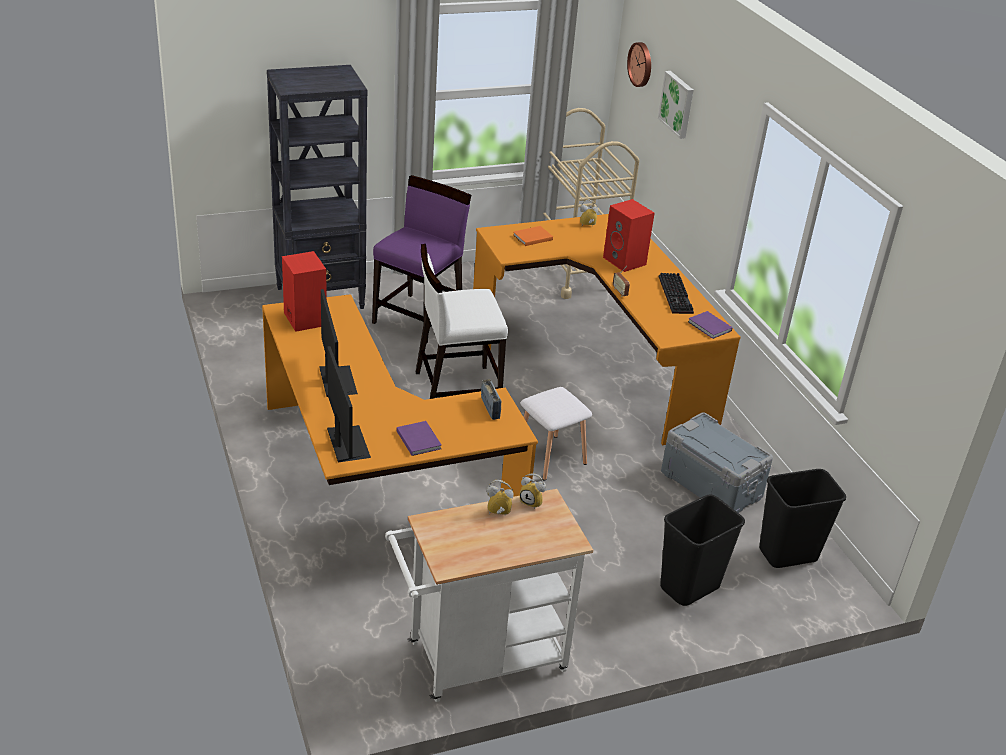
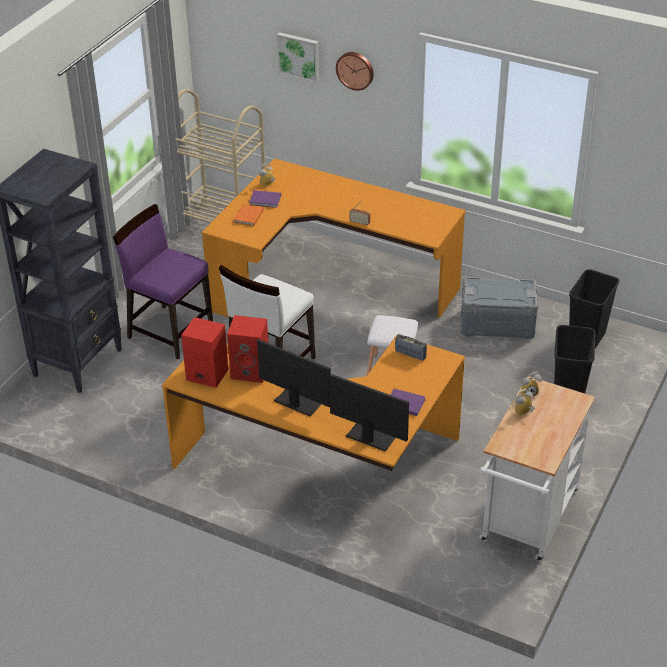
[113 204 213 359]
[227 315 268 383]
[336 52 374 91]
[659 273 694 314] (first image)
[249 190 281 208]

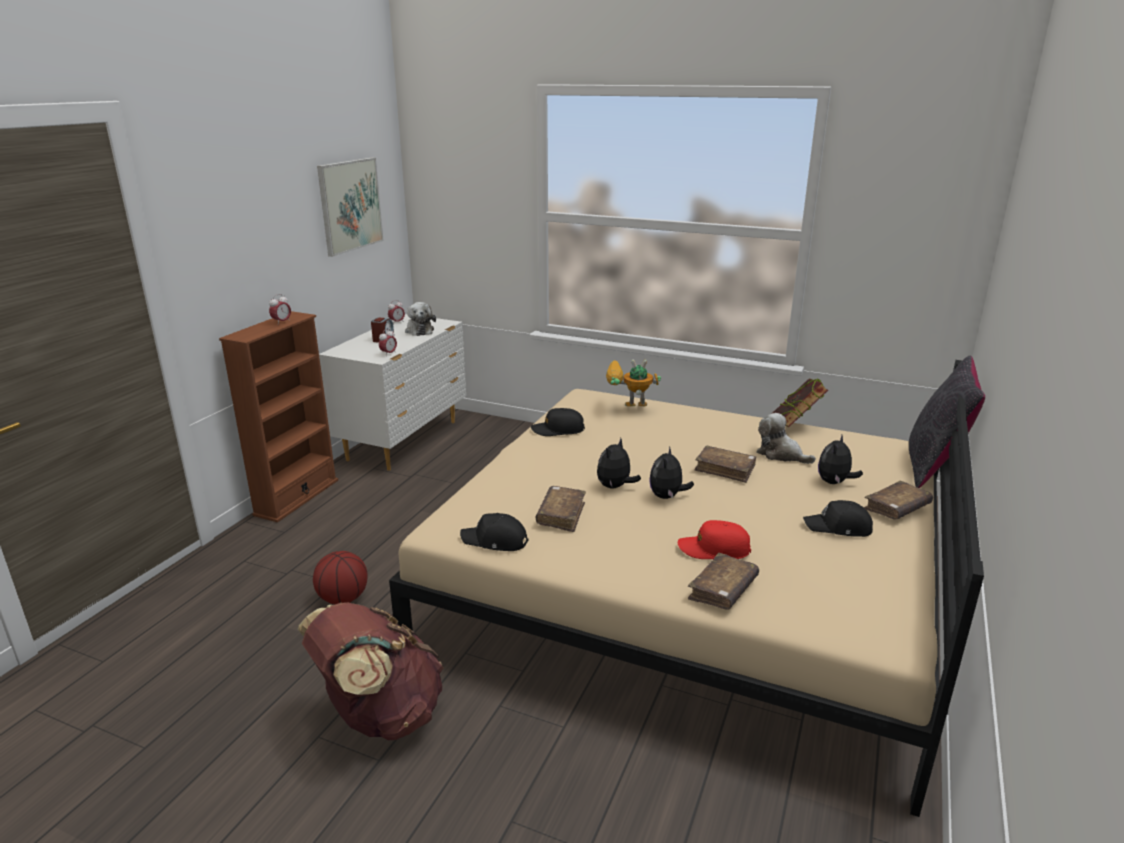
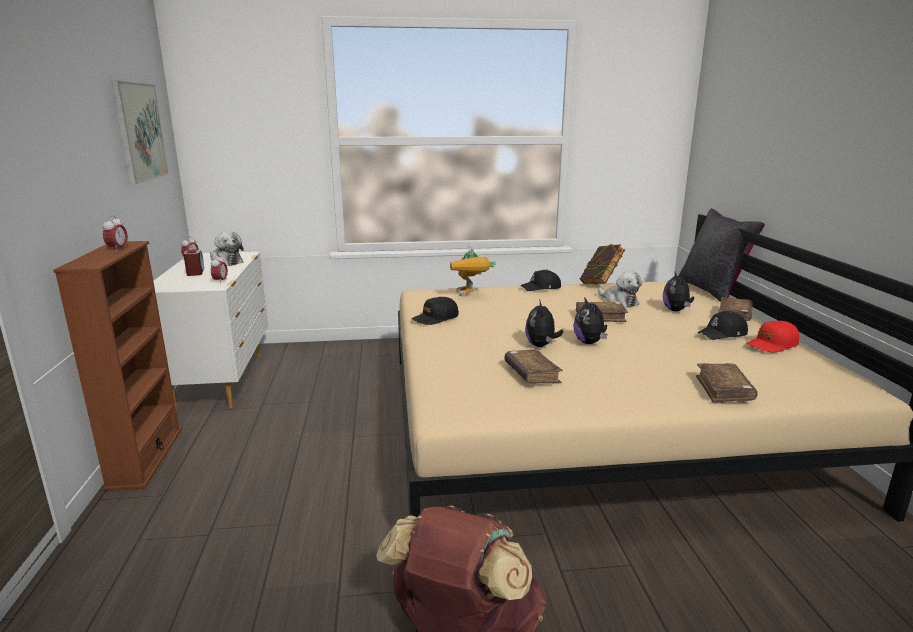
[313 551 368 604] (first image)
[520 270 561 291]
[450 245 496 297]
[746 321 799 352]
[598 271 642 307]

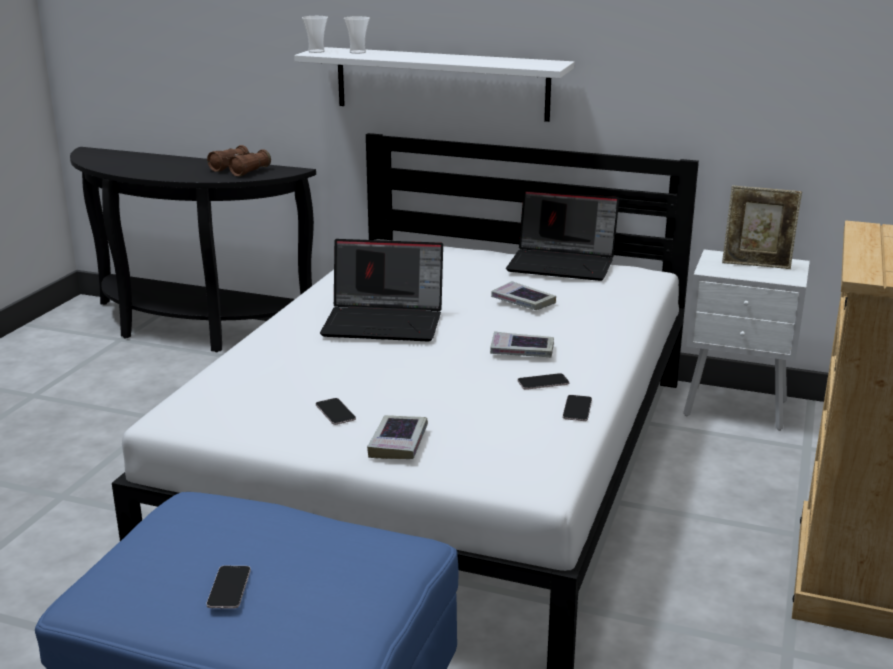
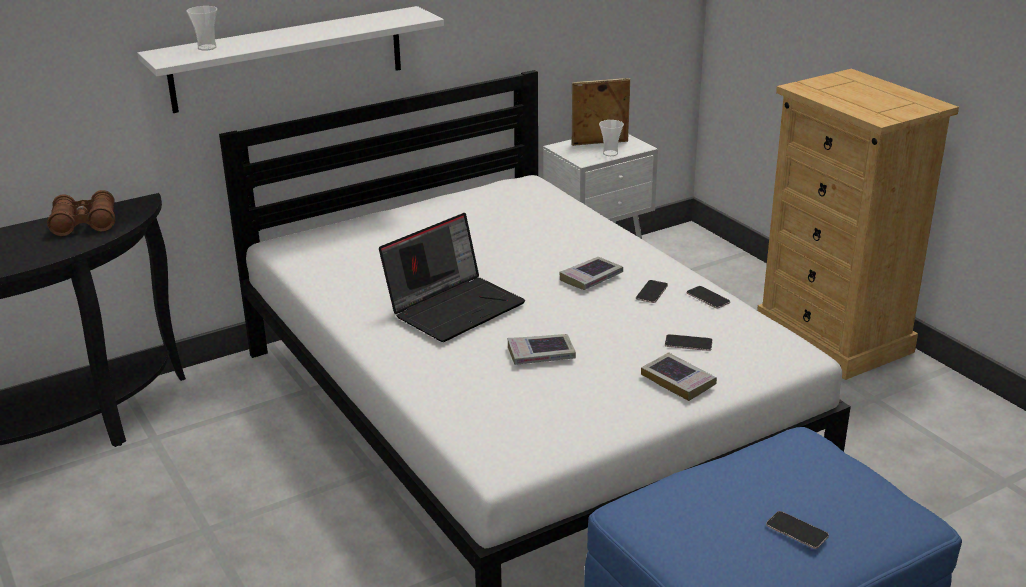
[599 120 624 156]
[665 334 713 351]
[507 334 576 365]
[506 190 619 281] (first image)
[571 78 630 146]

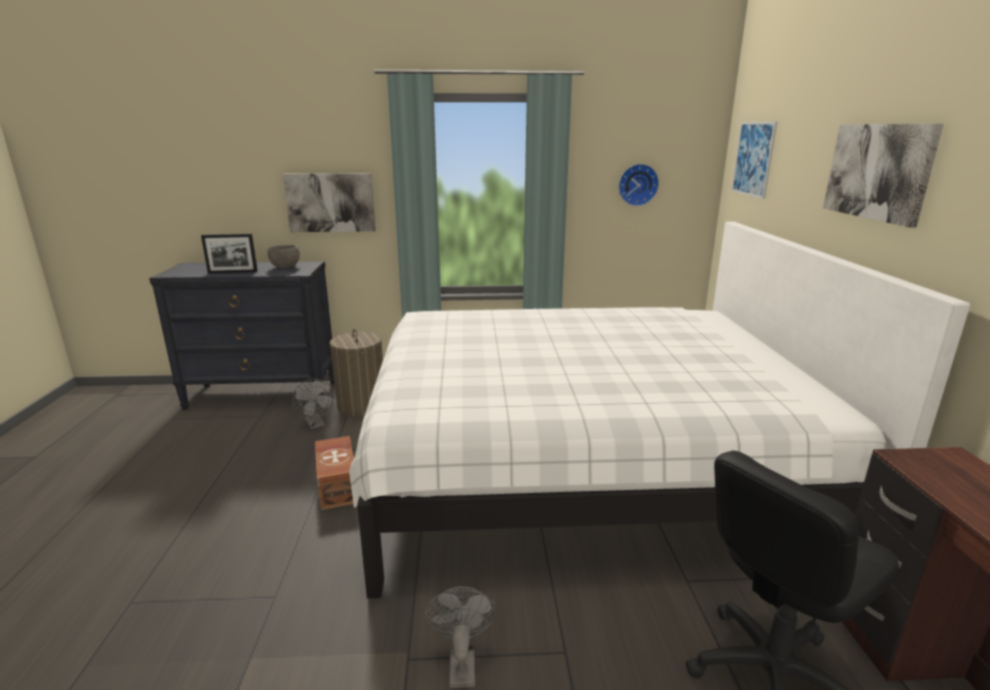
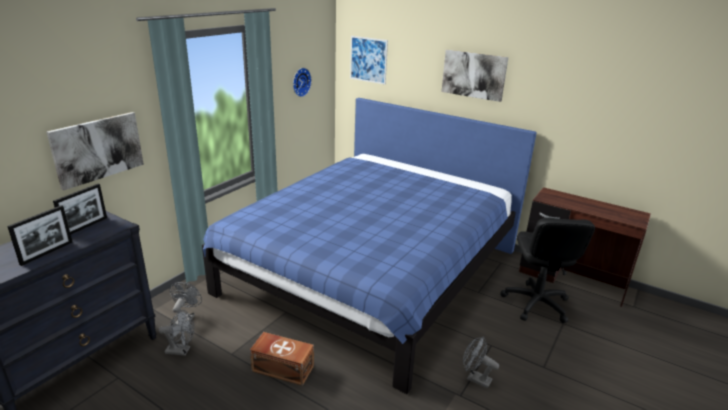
[53 184 107 234]
[170 282 202 325]
[202 98 537 394]

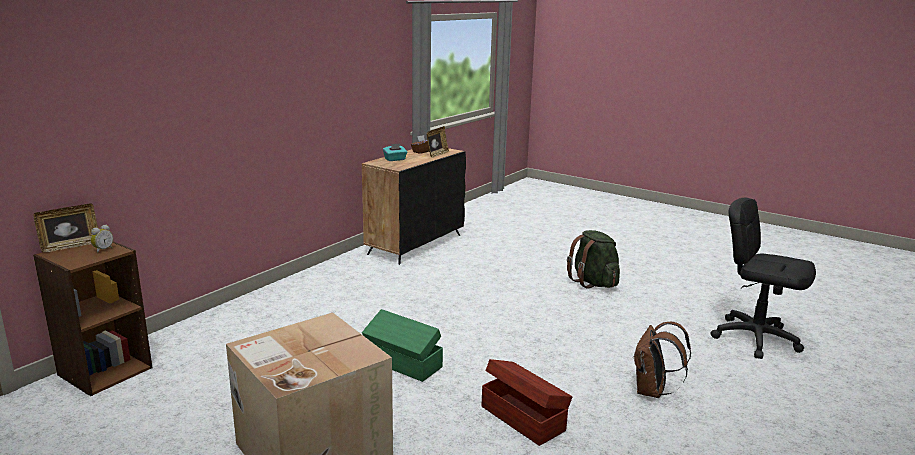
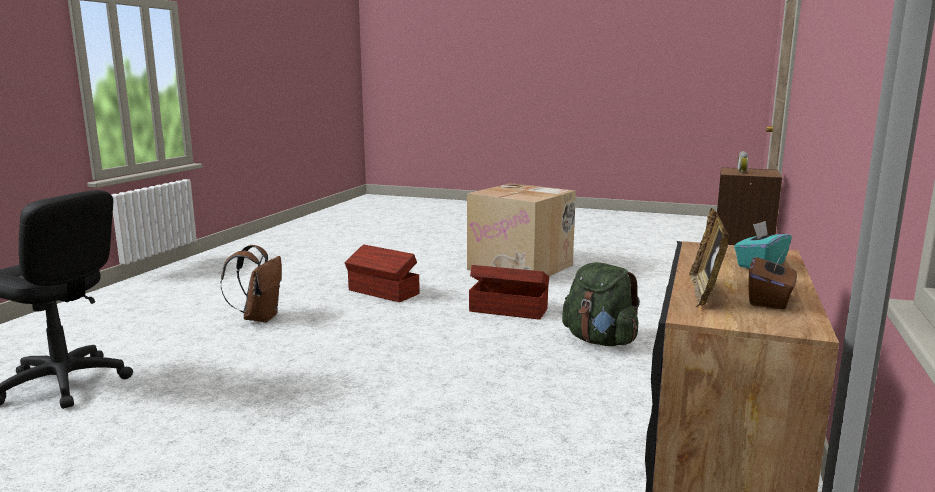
[33 204 98 252] (first image)
[469 265 549 320]
[562 262 640 346]

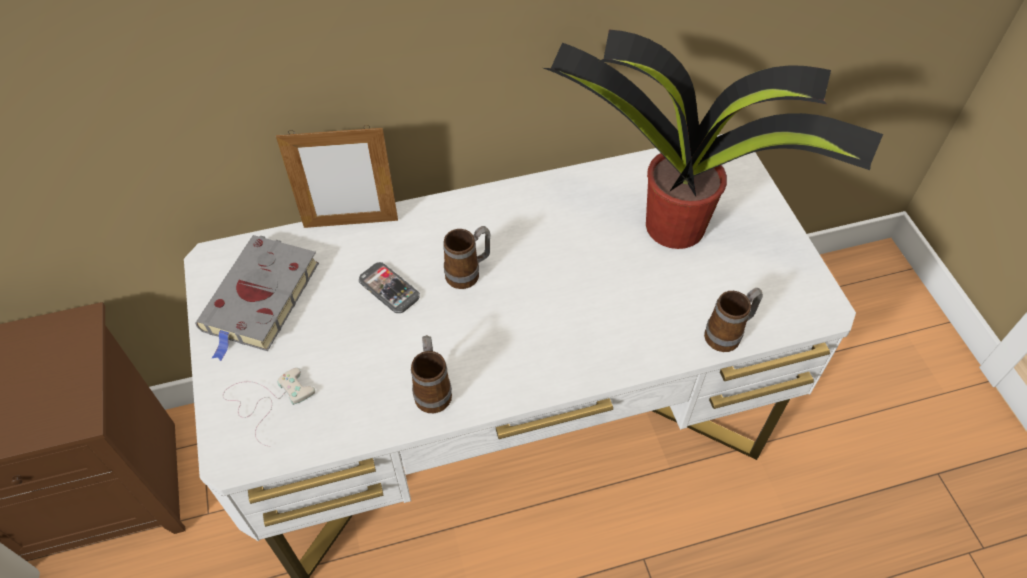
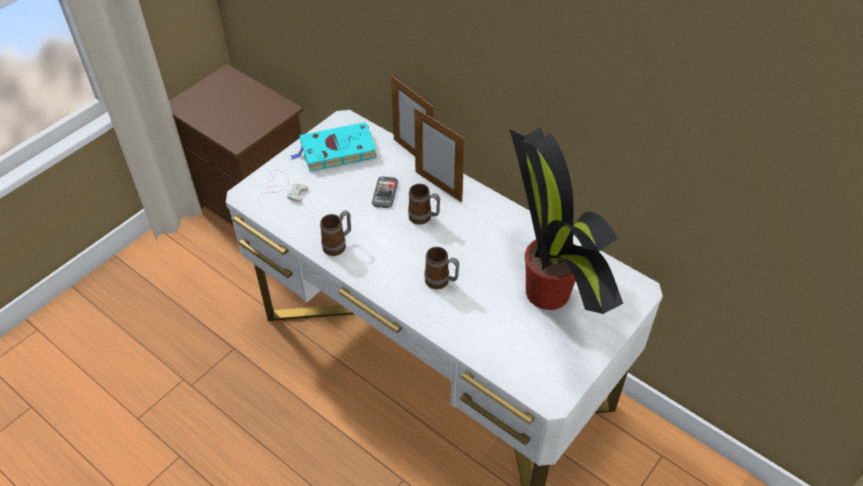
[291 122 377 172]
[425 247 460 289]
[414 108 465 203]

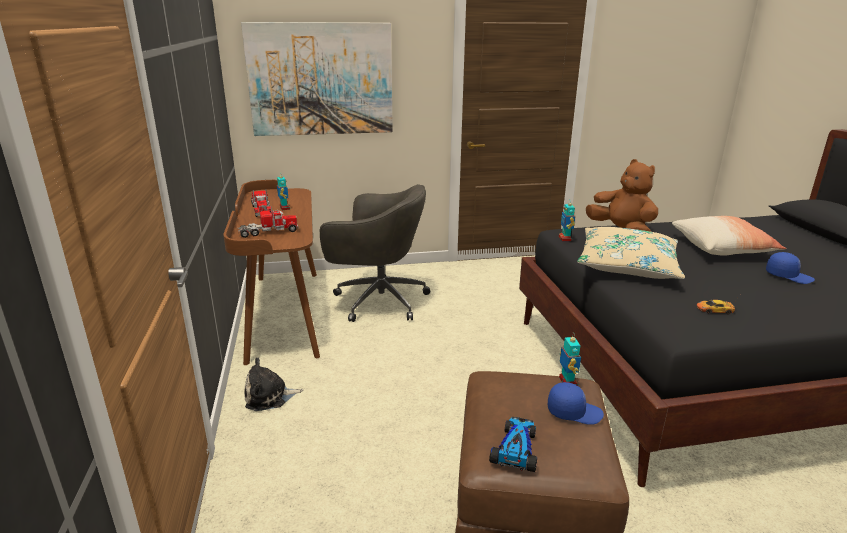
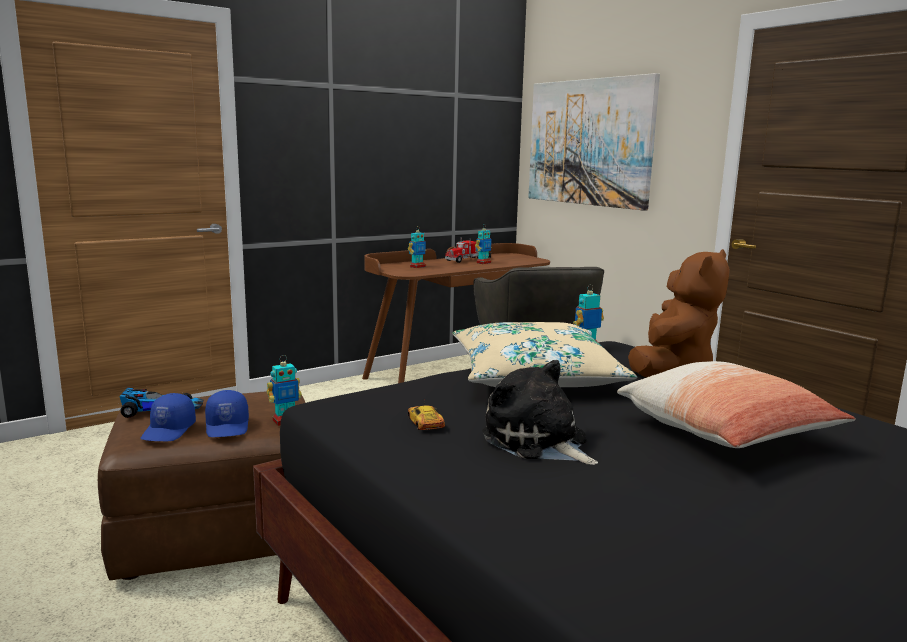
[408 226 426 268]
[482 360 598 465]
[141 393 196 441]

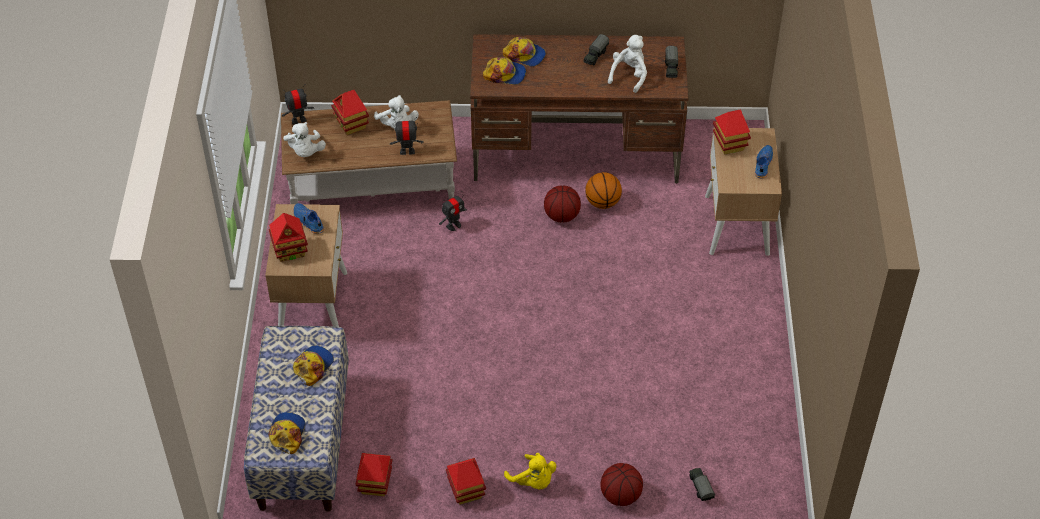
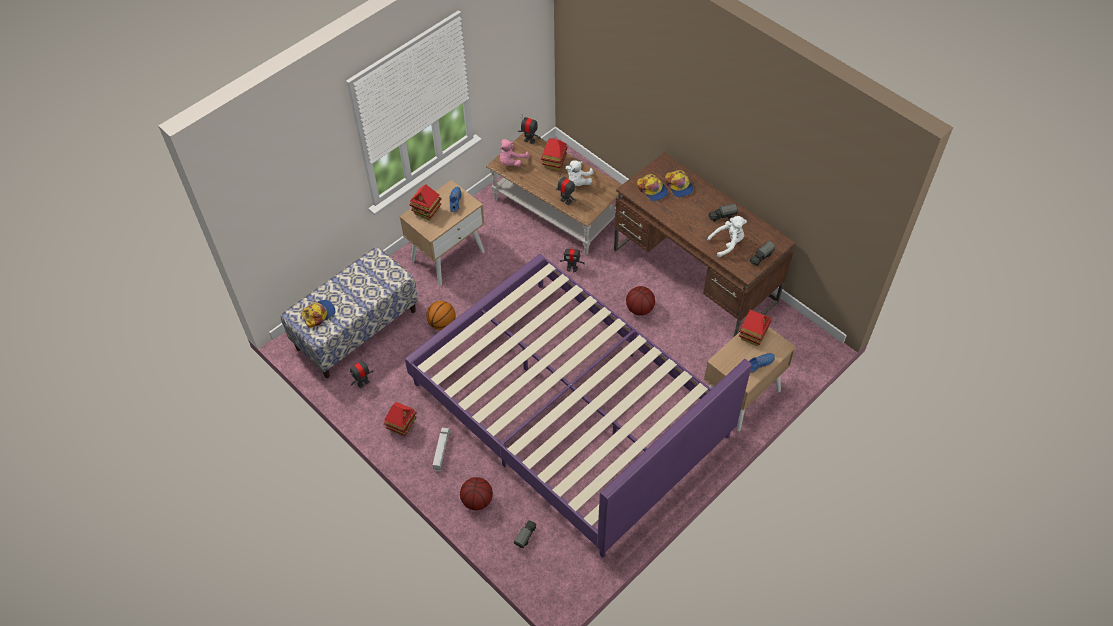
[500 139 529 167]
[293 345 334 386] (first image)
[349 357 373 388]
[433 428 450 471]
[426 301 456 330]
[405 254 752 558]

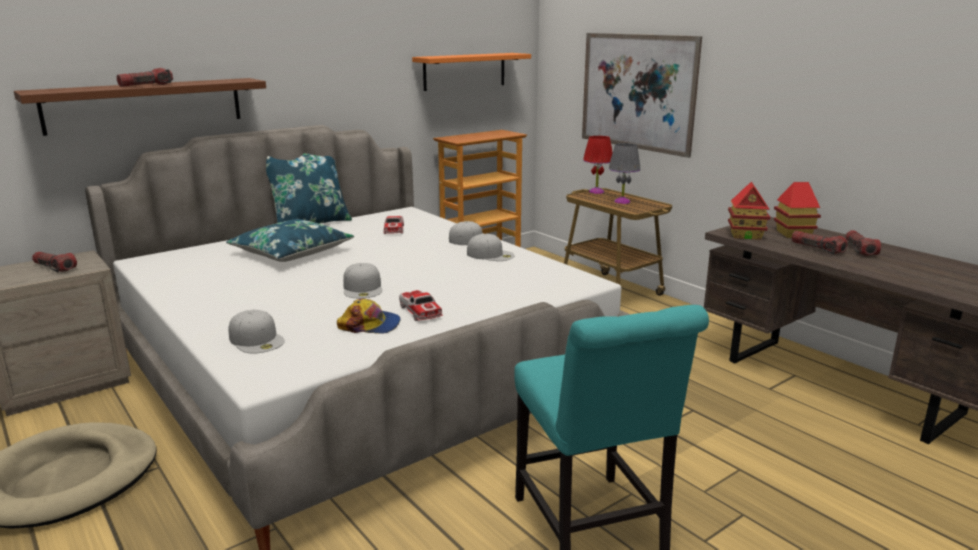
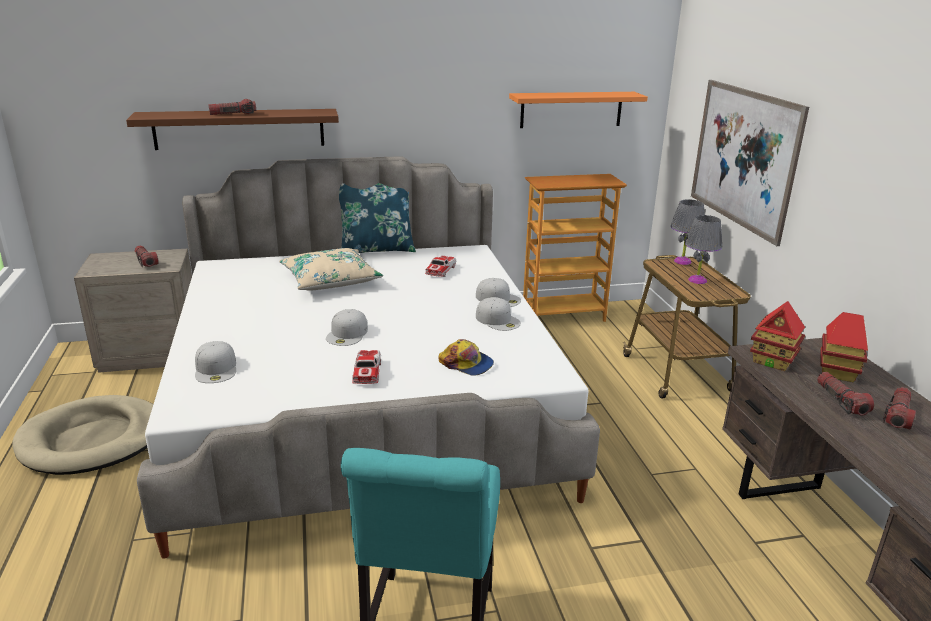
[279 248 383 291]
[438 339 494 376]
[671 199 705 265]

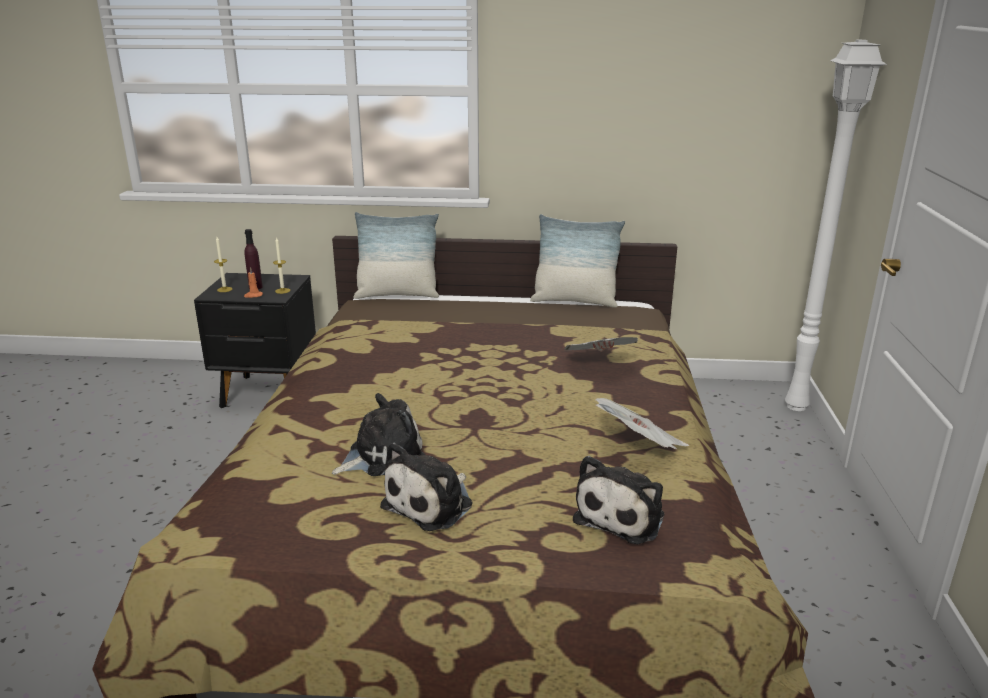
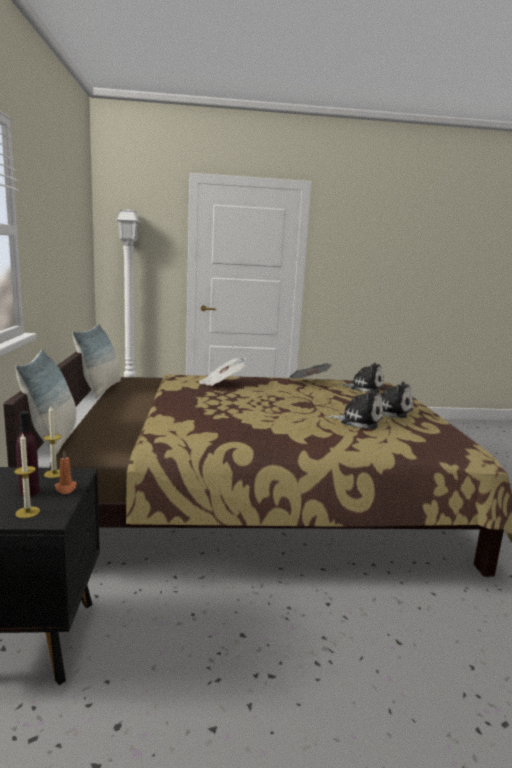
[327 389 383 429]

